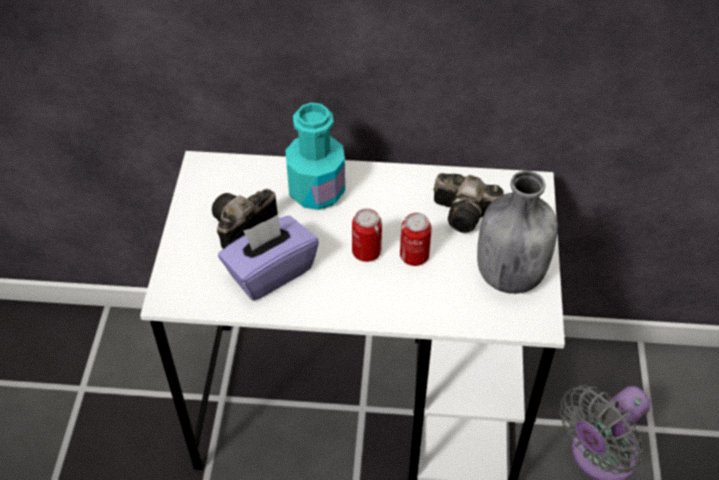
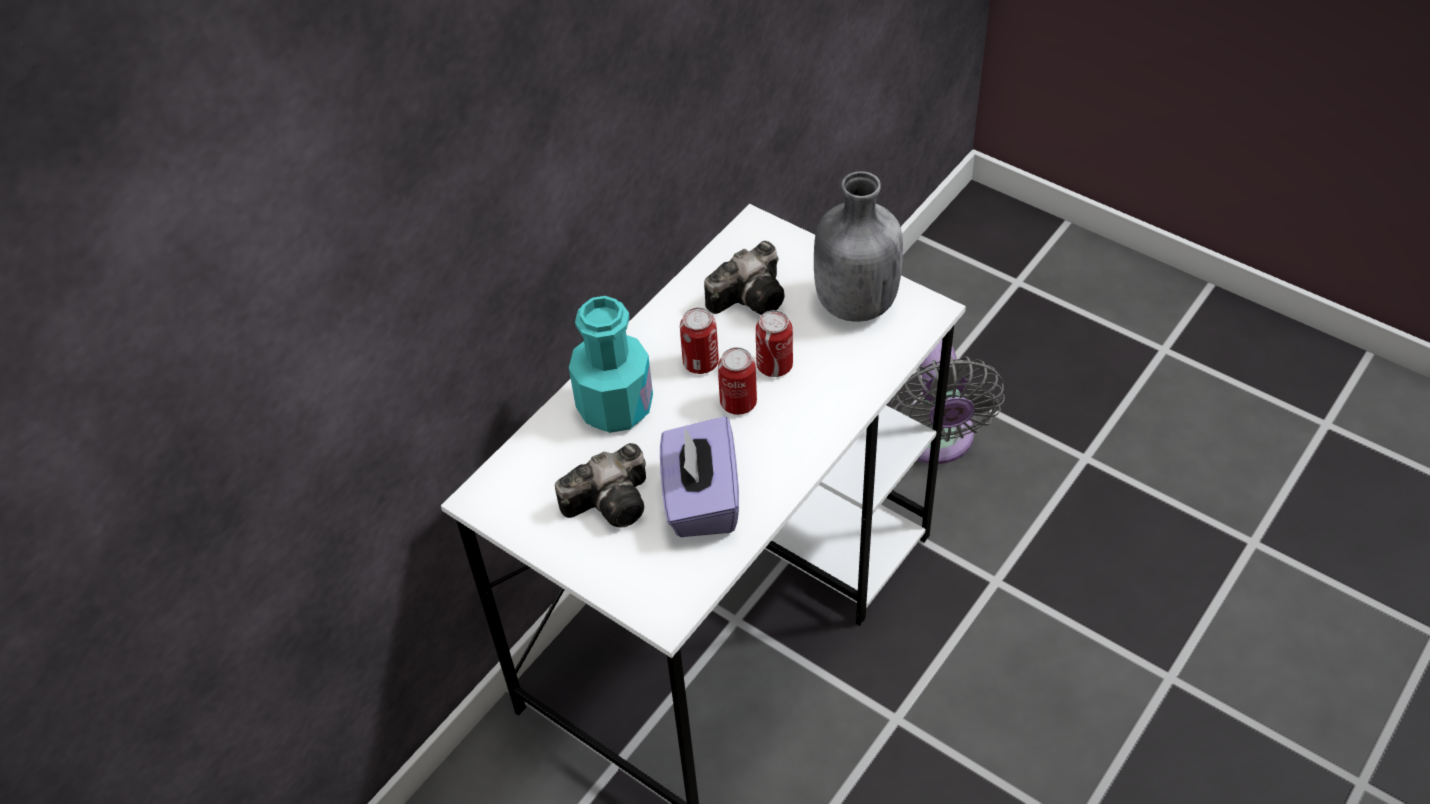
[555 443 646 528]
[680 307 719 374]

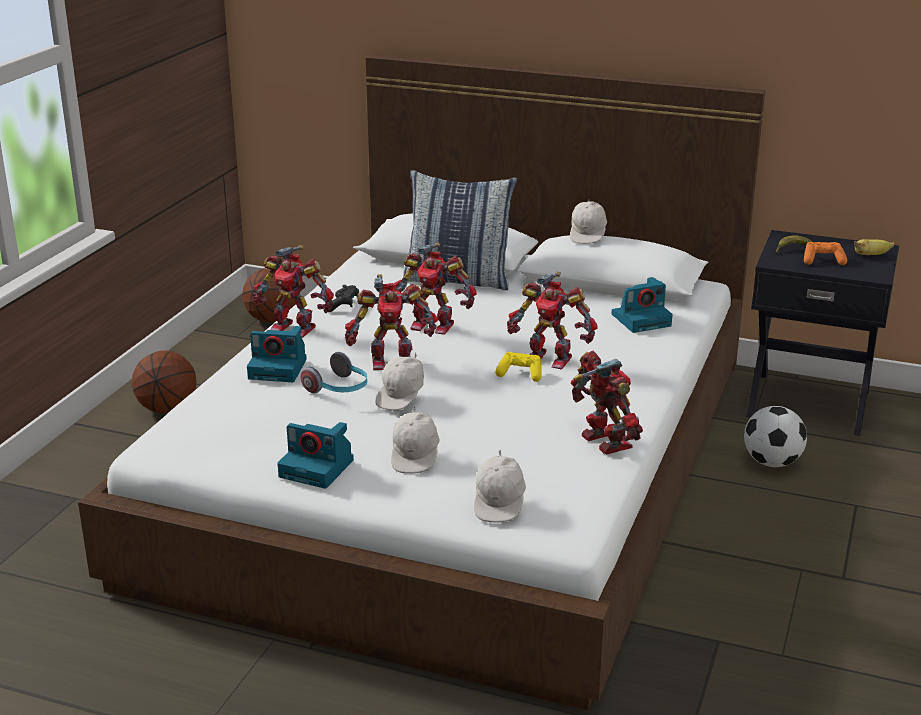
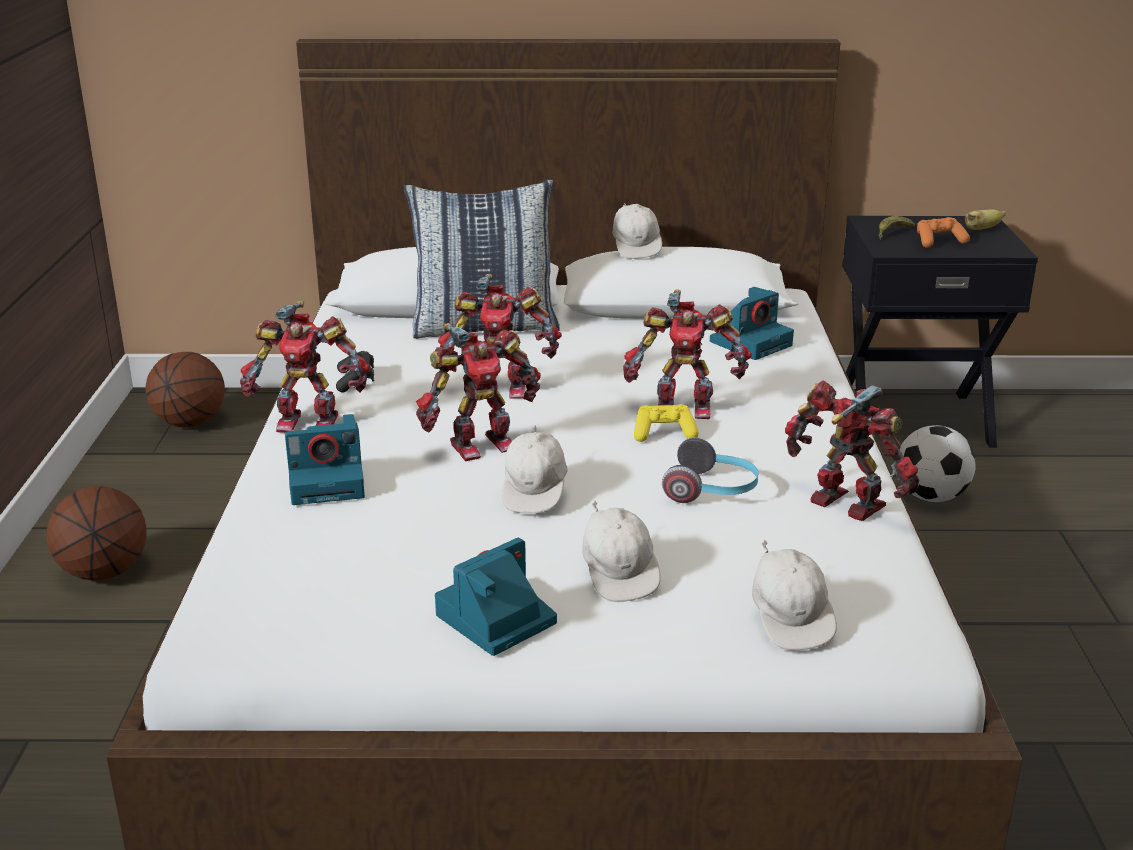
[435 538 557 656]
[662 438 759 503]

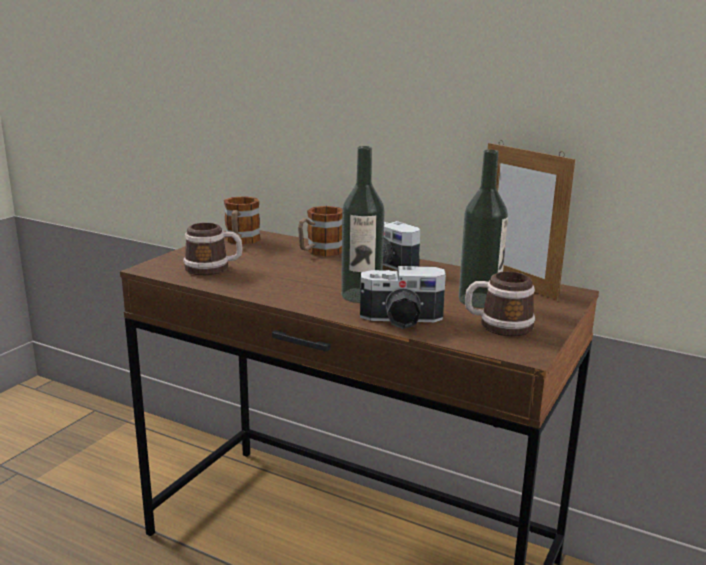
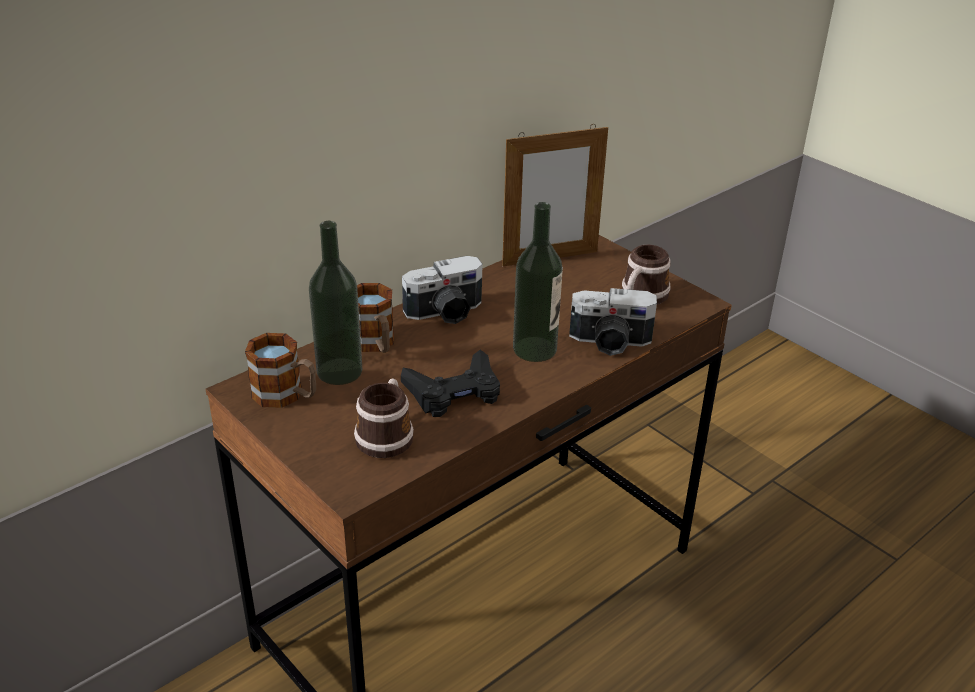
[569 288 657 356]
[309 221 363 385]
[401 350 500 417]

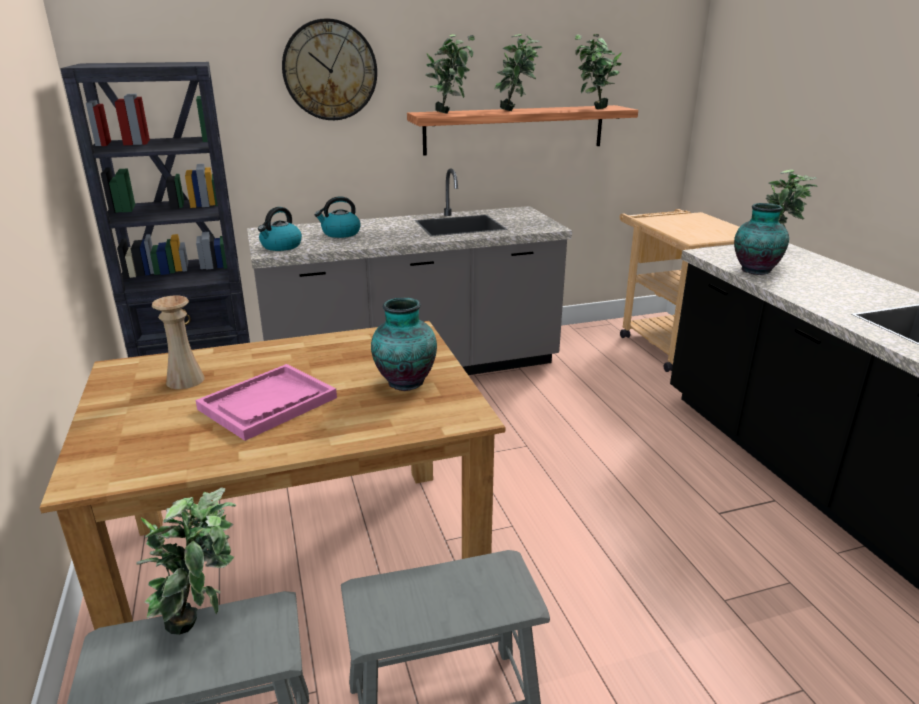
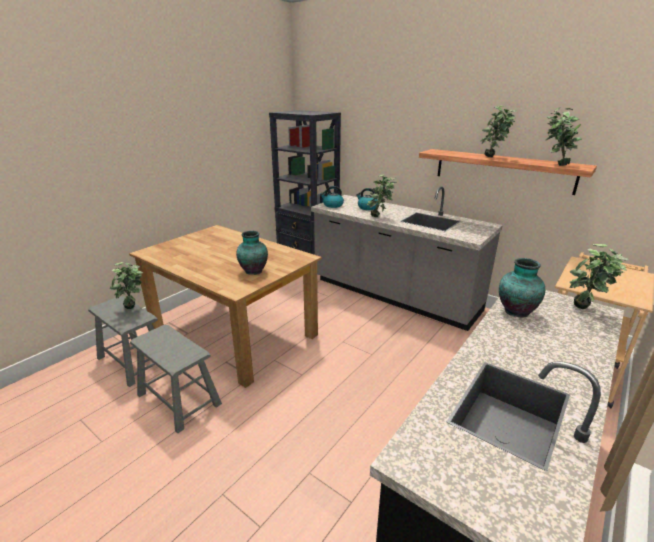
[152 296 205 389] (first image)
[196 364 337 441] (first image)
[282 18 377 120] (first image)
[367 175 397 217]

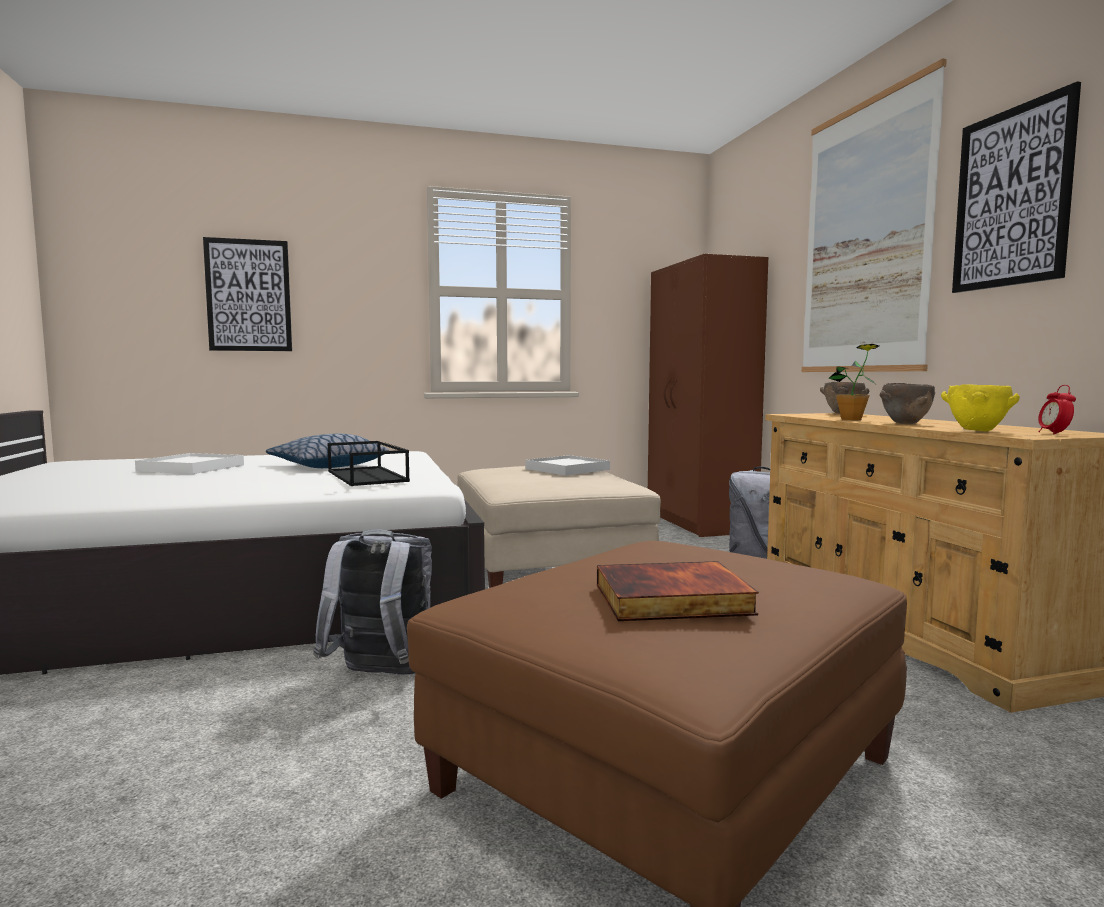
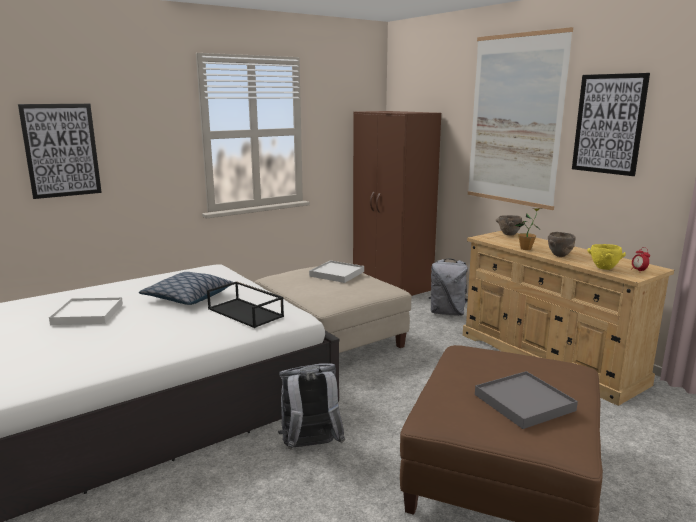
[475 371 578 429]

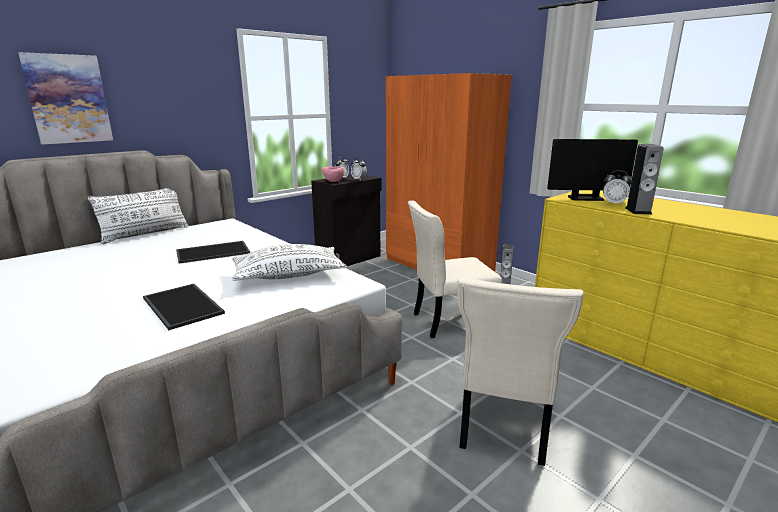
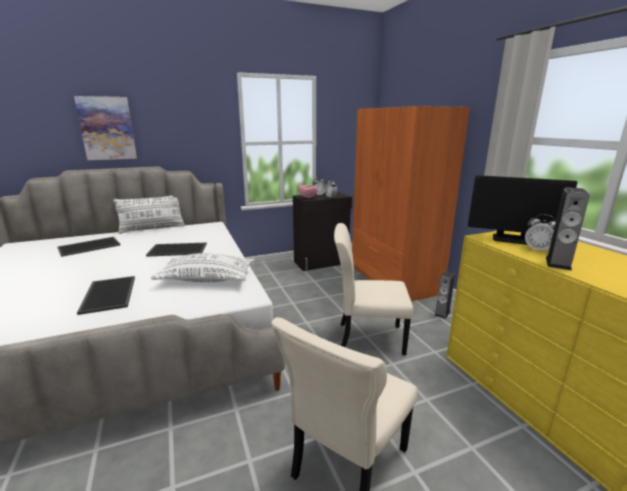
[58 237 120 257]

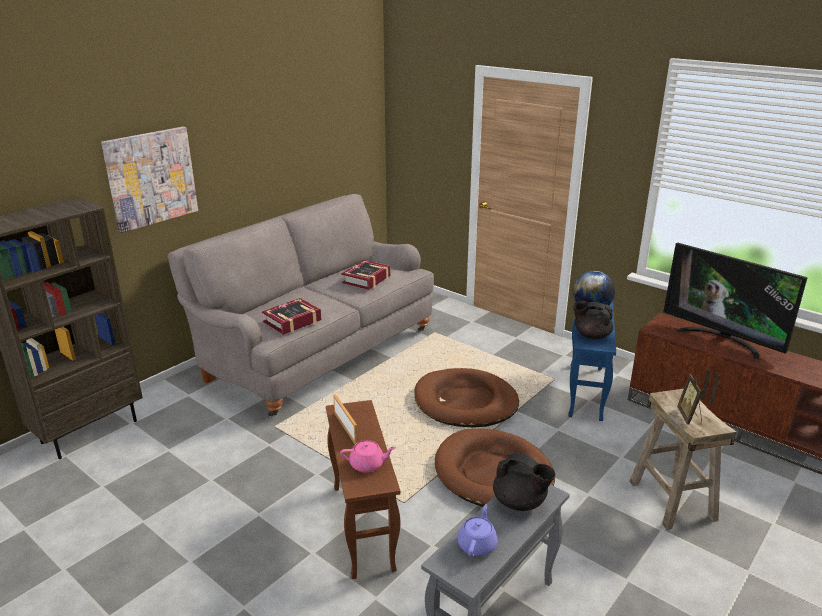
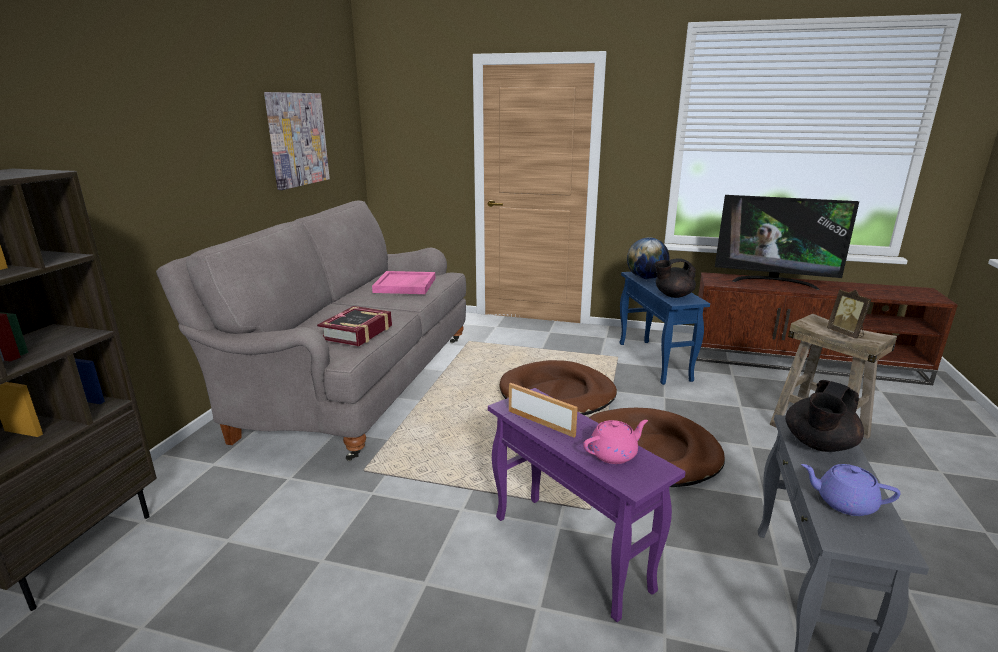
[264 92 330 190]
[488 388 686 622]
[372 271 435 294]
[801 464 901 516]
[785 380 864 452]

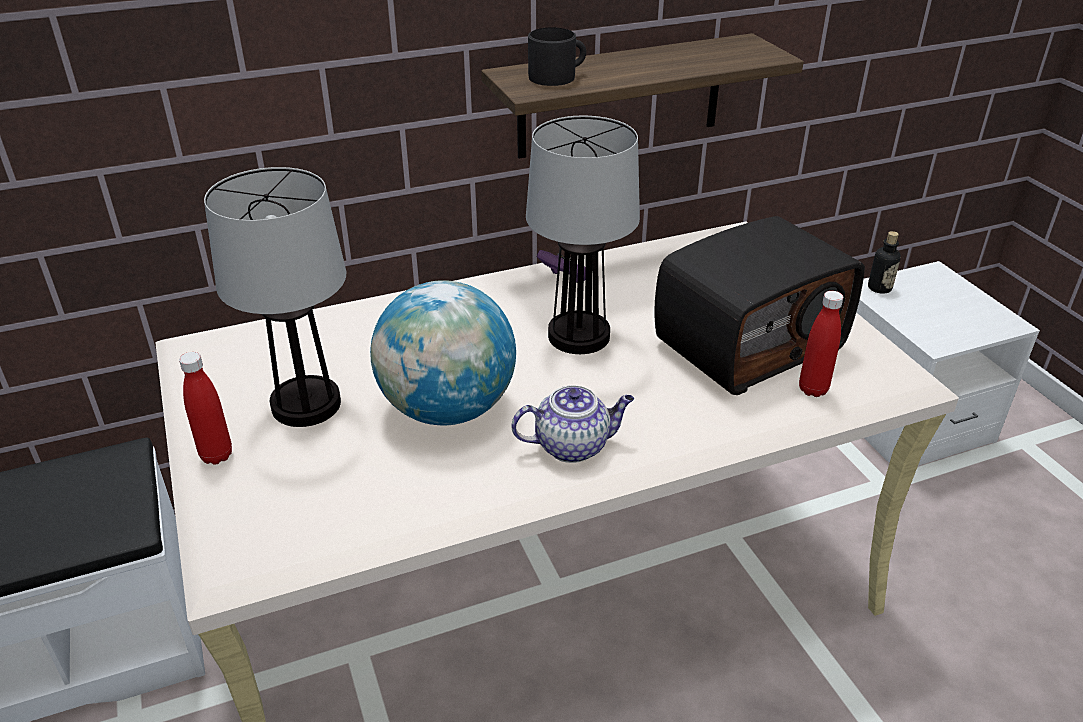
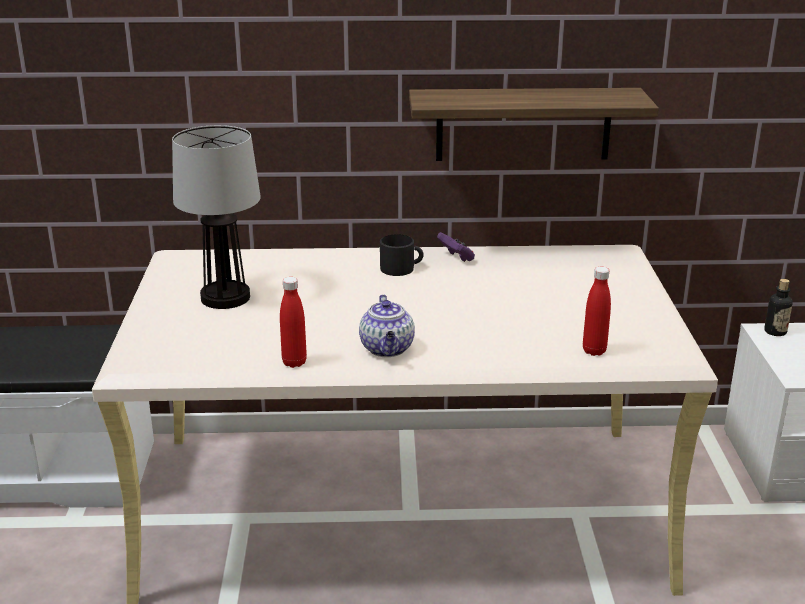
[280 277 307 368]
[370 280 516 425] (first image)
[359 294 415 357]
[526 116 640 354] (first image)
[380 234 424 276]
[654 216 865 395] (first image)

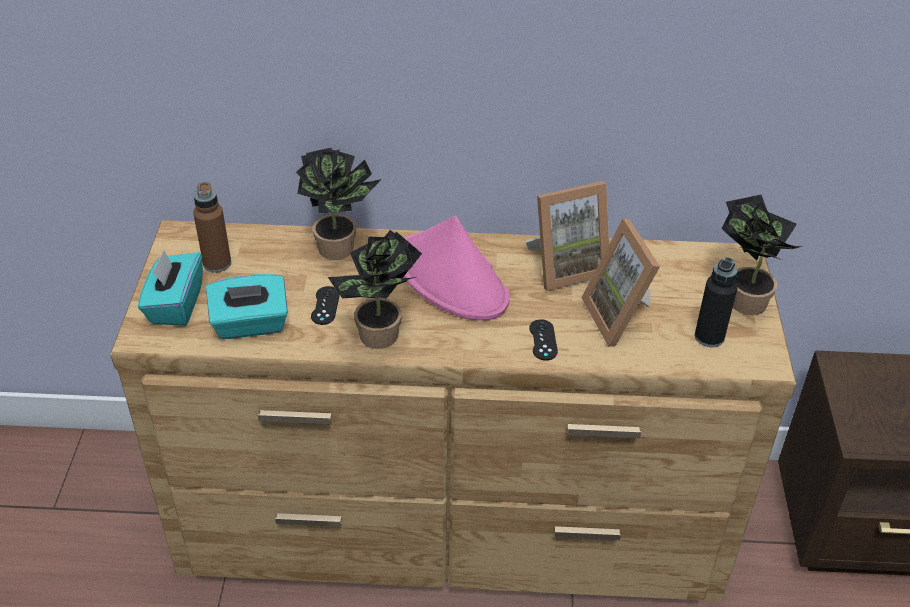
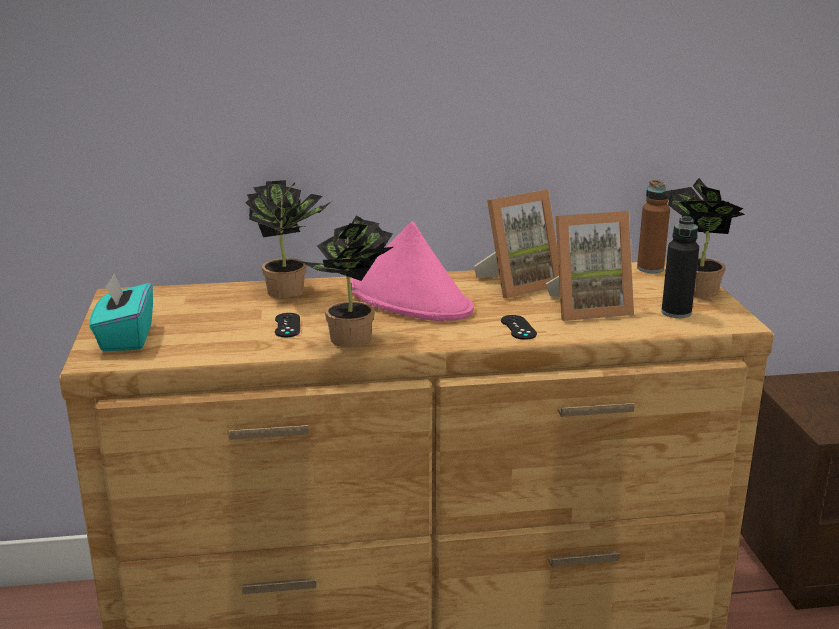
[637 180 670 273]
[206 274 288 339] (first image)
[546 211 634 321]

